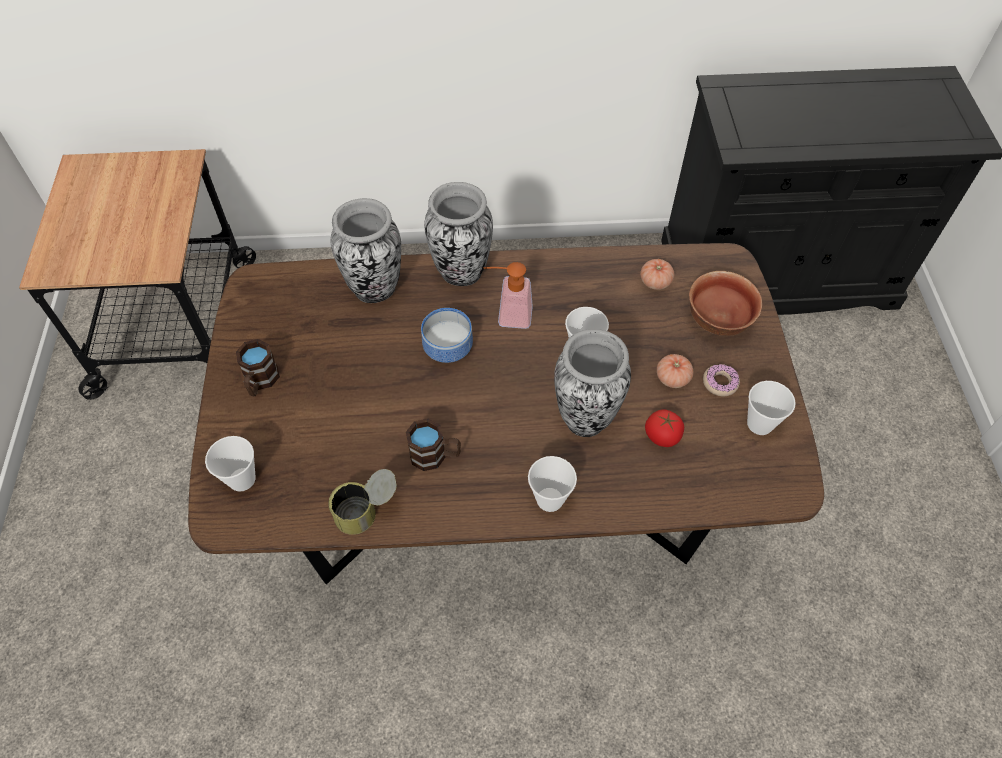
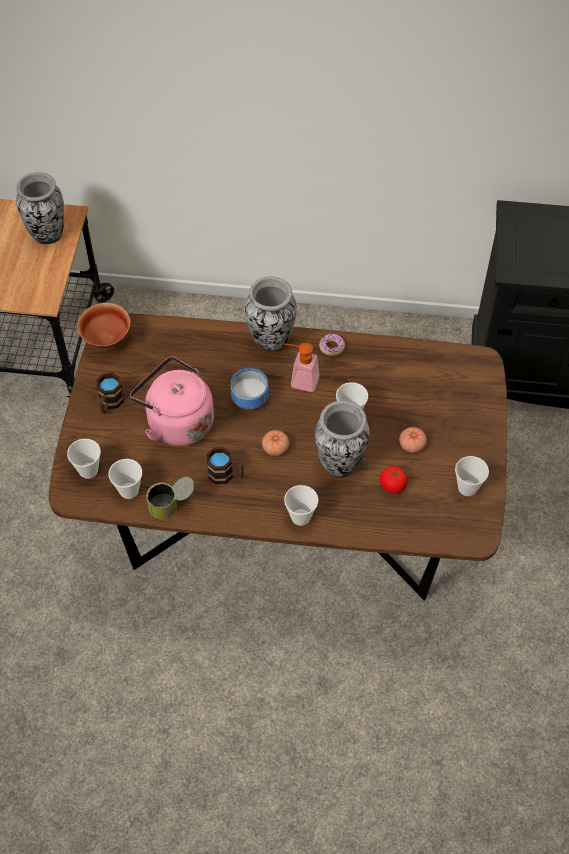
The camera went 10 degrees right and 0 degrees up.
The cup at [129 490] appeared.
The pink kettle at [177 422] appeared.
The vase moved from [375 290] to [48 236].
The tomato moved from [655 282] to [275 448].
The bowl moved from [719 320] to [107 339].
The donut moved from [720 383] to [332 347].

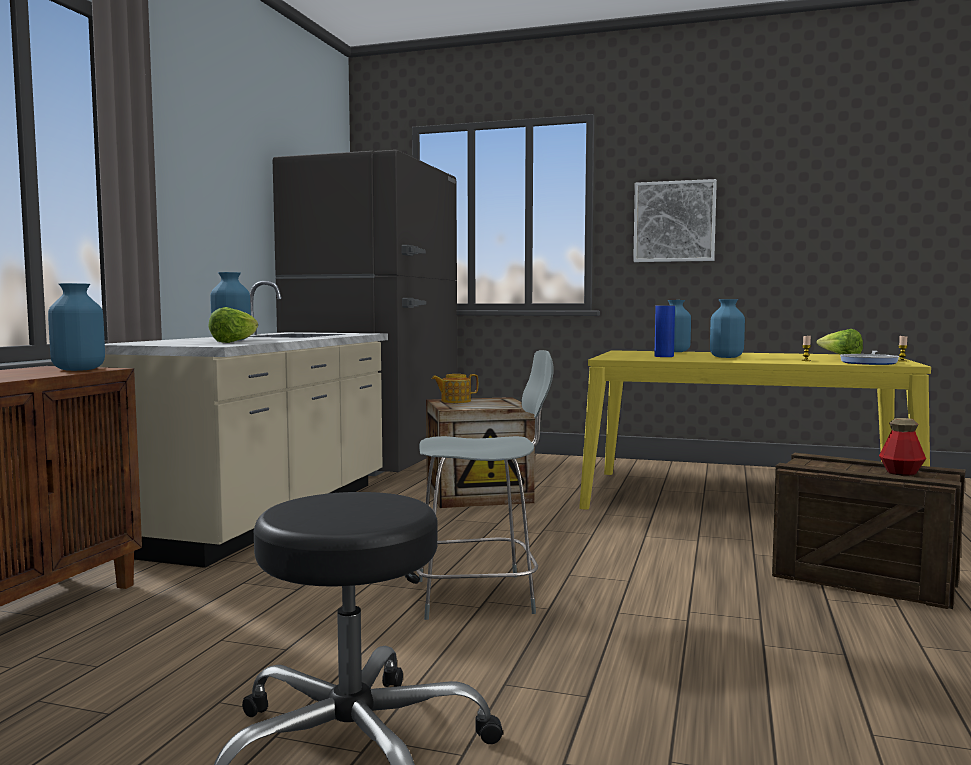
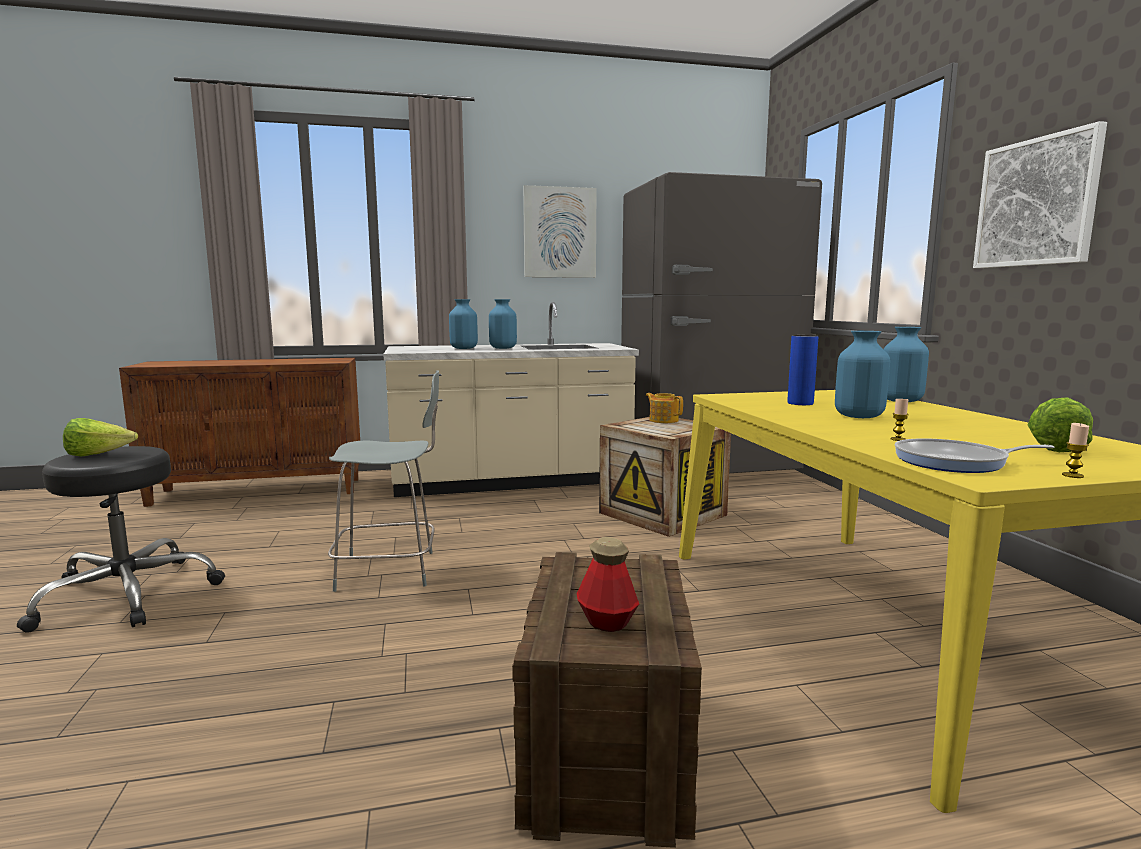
The camera went 60 degrees right and 5 degrees up.
The picture at [559 232] appeared.
The blue vase moved from [79 369] to [503 348].
The lettuce moved from [234 342] to [99 455].
The grey chair at [479 596] turned 60 degrees counterclockwise.

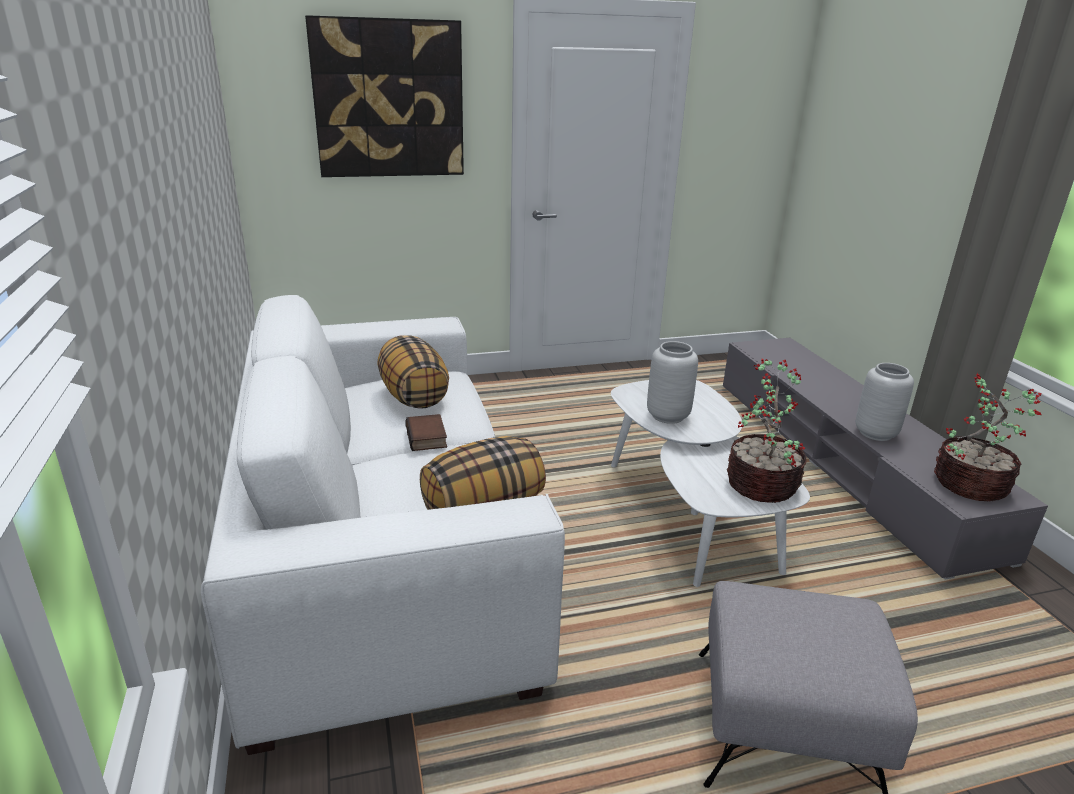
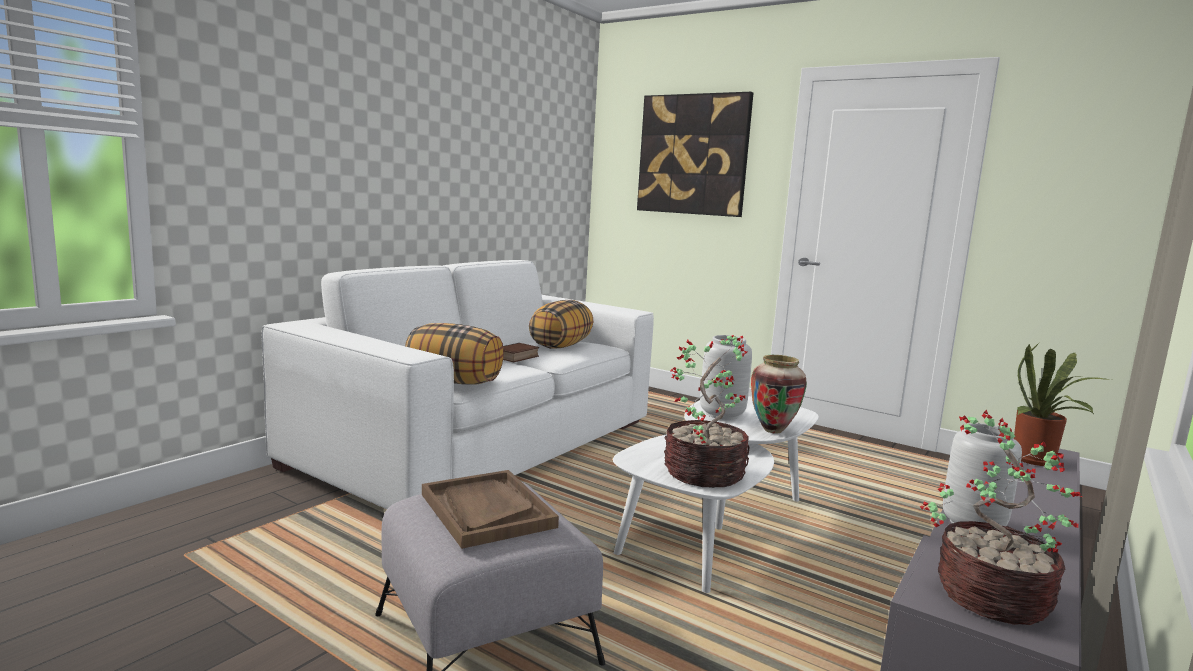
The camera went 50 degrees right and 15 degrees down.
The brown tray at [486 510] appeared.
The vase at [773 430] appeared.
The potted plant at [1038 461] appeared.

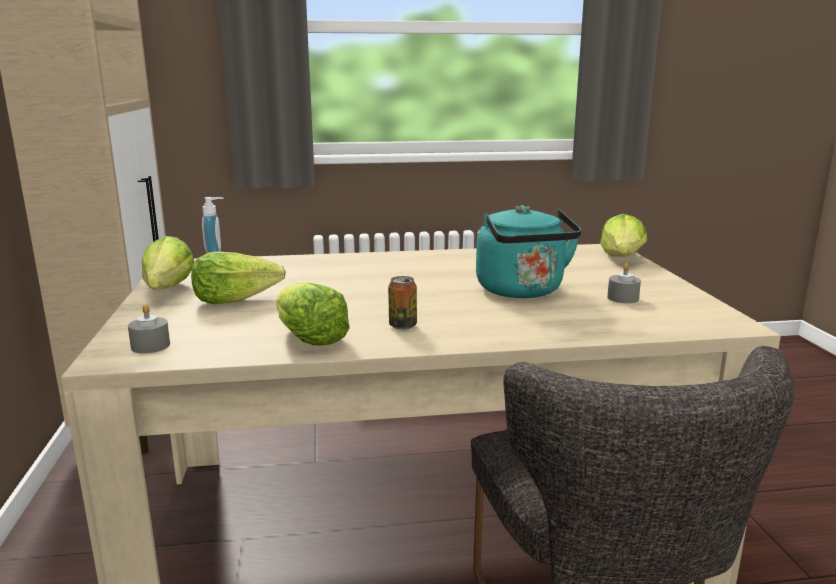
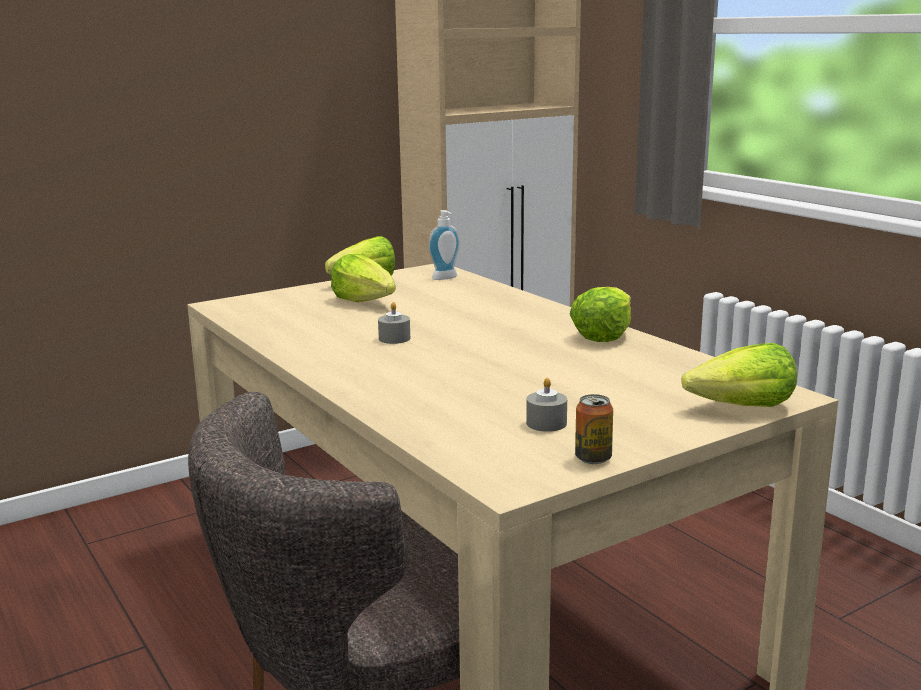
The camera went 65 degrees right and 0 degrees up.
The turquoise kettle at [522 291] disappeared.
The grey candle moved from [150 346] to [394 338].
The lettuce moved from [309 337] to [603 335].
The can moved from [402 326] to [593 458].

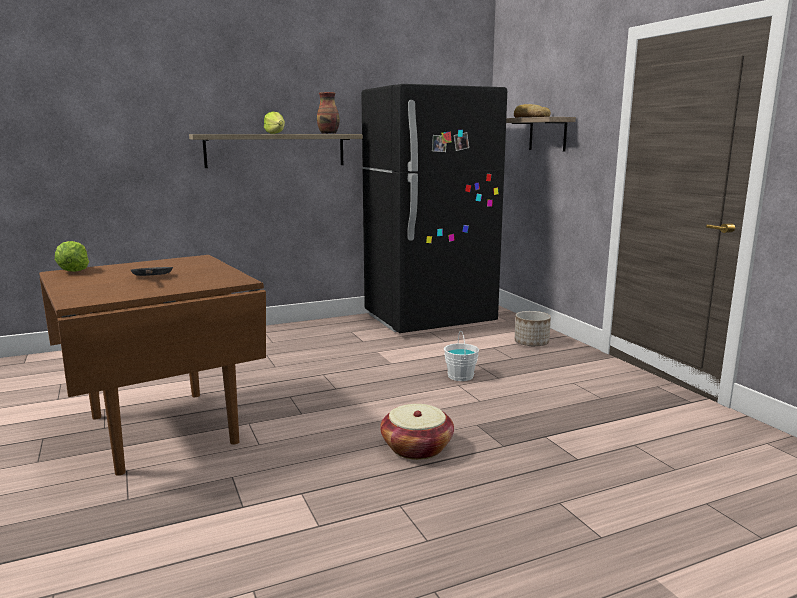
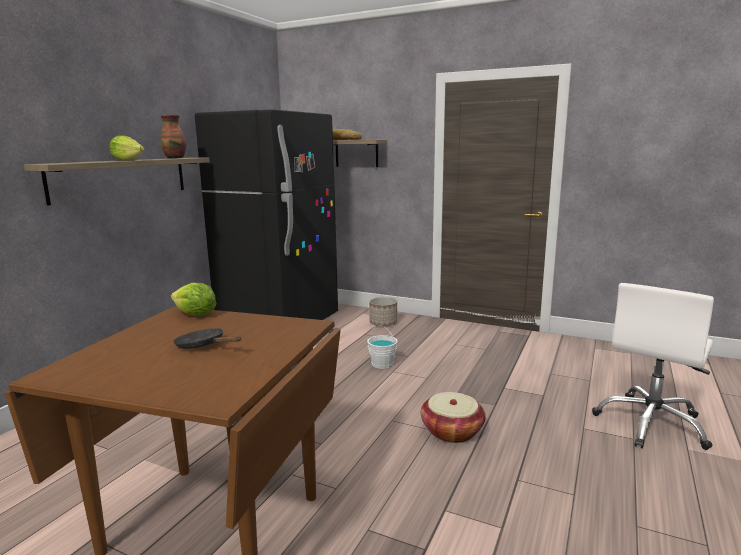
The camera went 40 degrees left and 0 degrees up.
The white office chair at [651 424] appeared.
The lettuce moved from [73 271] to [195 315].

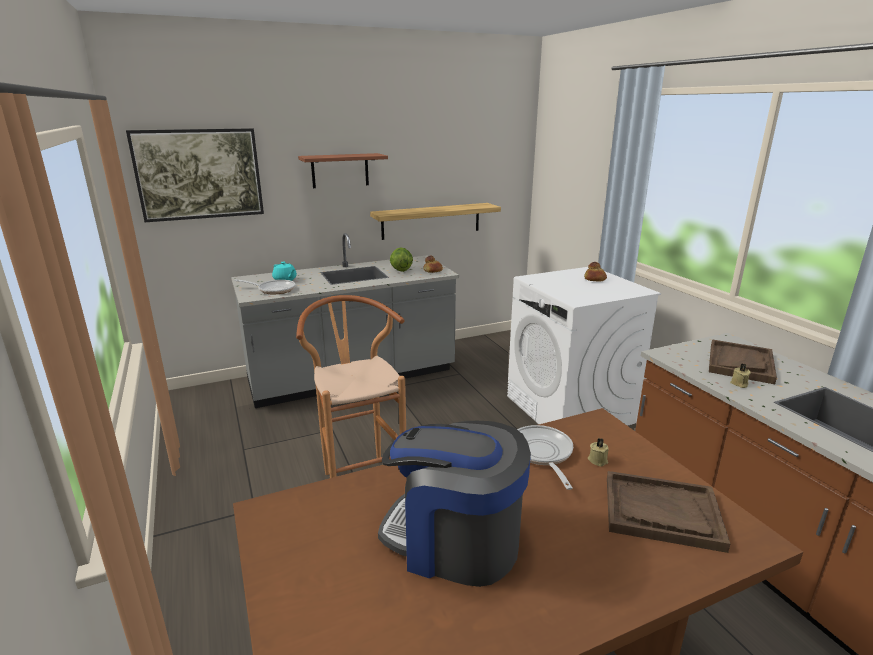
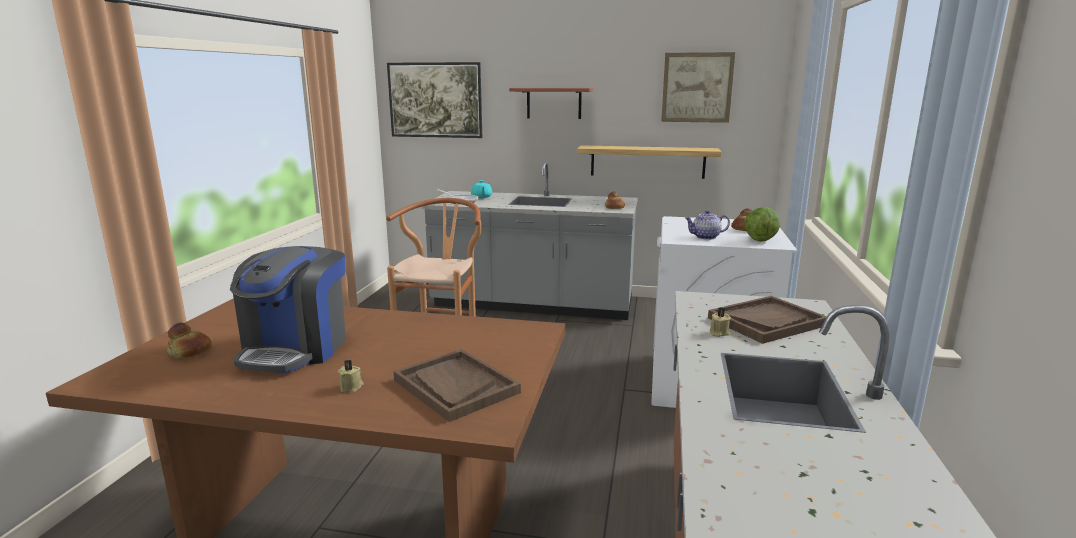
The camera went 35 degrees right and 5 degrees down.
The frying pan at [542 454] disappeared.
The bread at [190 352] appeared.
The picture at [697 87] appeared.
The teapot at [705 237] appeared.
The lettuce moved from [400 270] to [759 240].
The beige candle moved from [598 460] to [352 387].
The coffee machine at [454 541] turned 135 degrees counterclockwise.

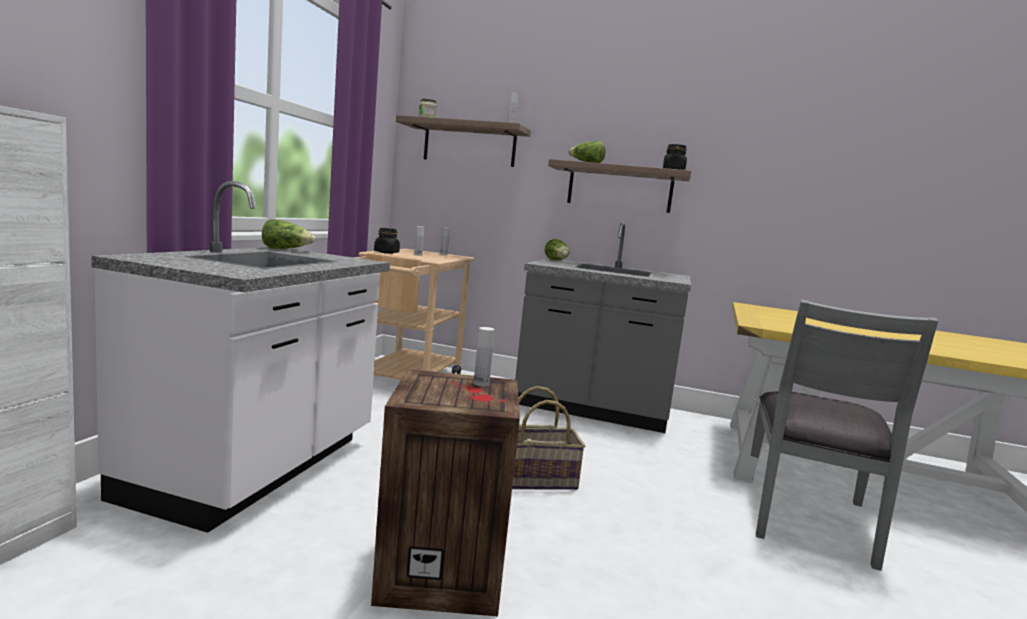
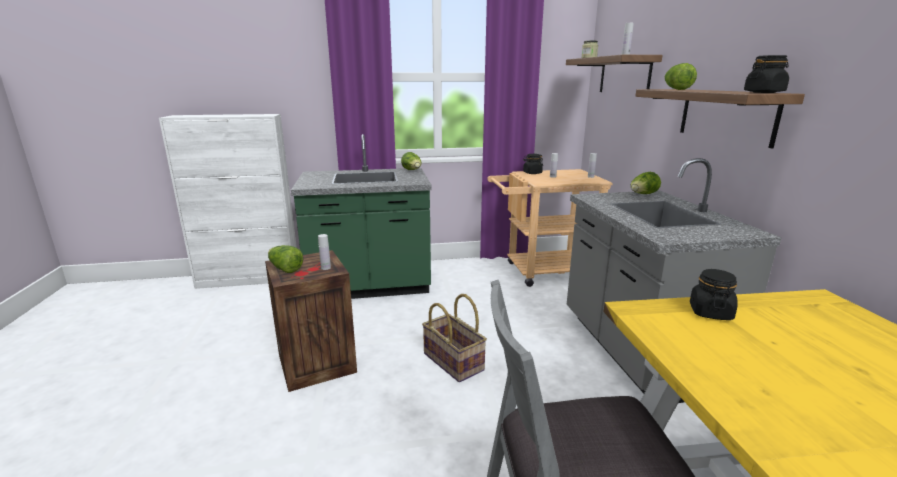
The camera went 65 degrees right and 10 degrees up.
The lettuce at [285 269] appeared.
The black jar at [710 312] appeared.
The white counter at [257 469] became the green counter at [370 287].

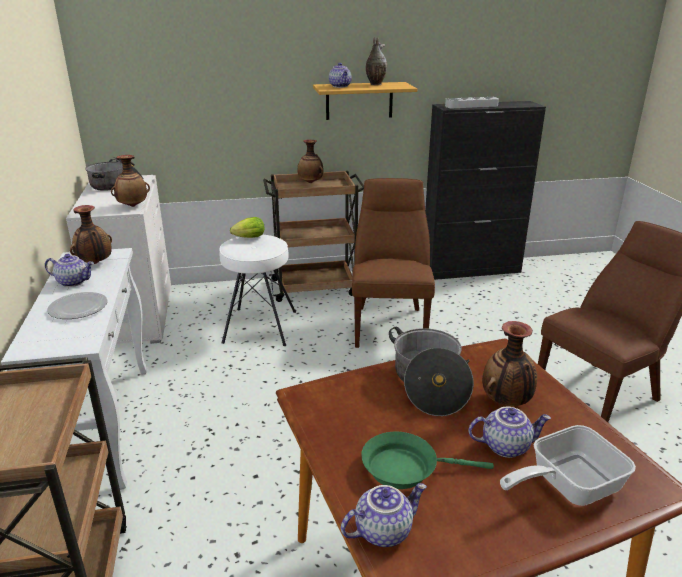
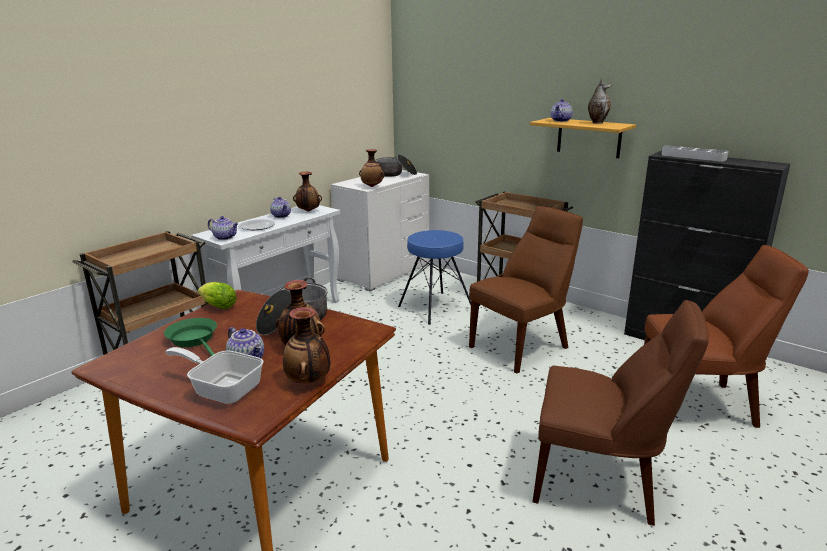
The camera went 50 degrees right and 5 degrees down.
The brown chair at [701 405] appeared.
The lettuce moved from [247 238] to [216 306].
The vase moved from [311 182] to [309 381].
The teapot moved from [383 530] to [225 237].
The white stool at [259 326] became the blue stool at [435 307].

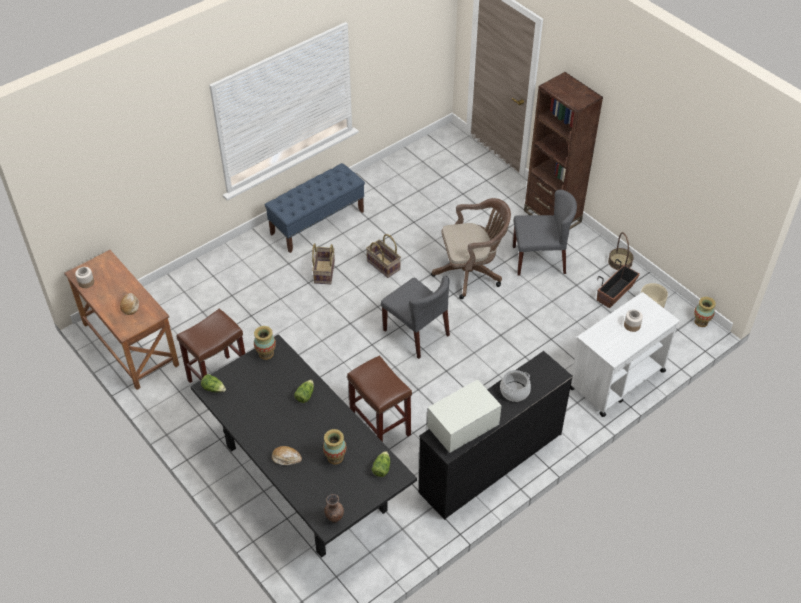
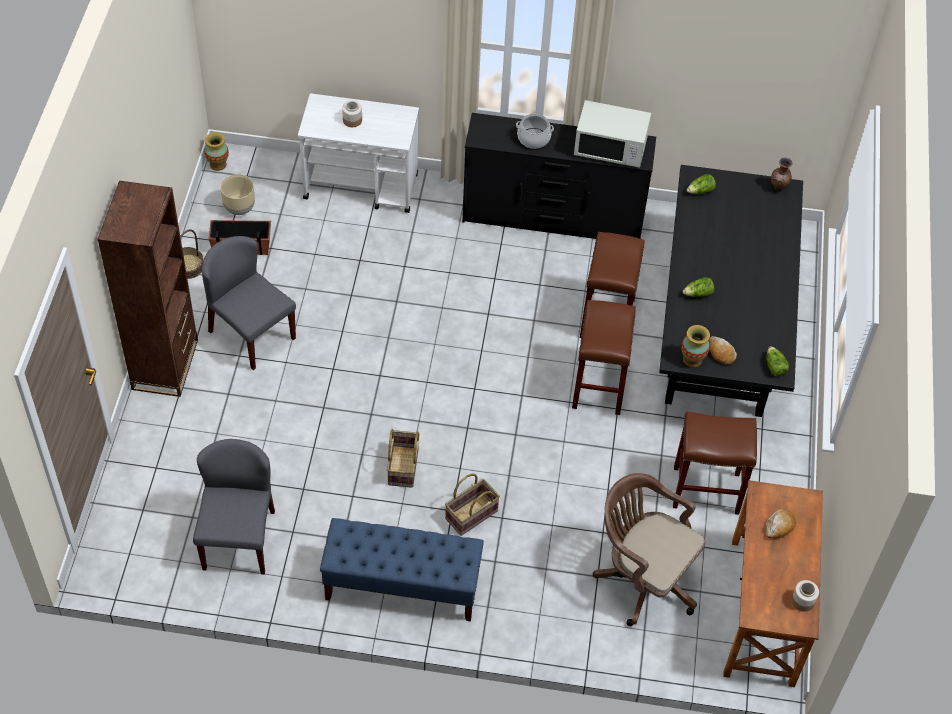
The camera went 135 degrees left and 5 degrees up.
The vase at [335 457] disappeared.
The brown stool at [598 385] appeared.
The bread moved from [286 458] to [720 353].
The grey chair moved from [416 333] to [238 539].
The brown office chair moved from [471 272] to [642 578].

